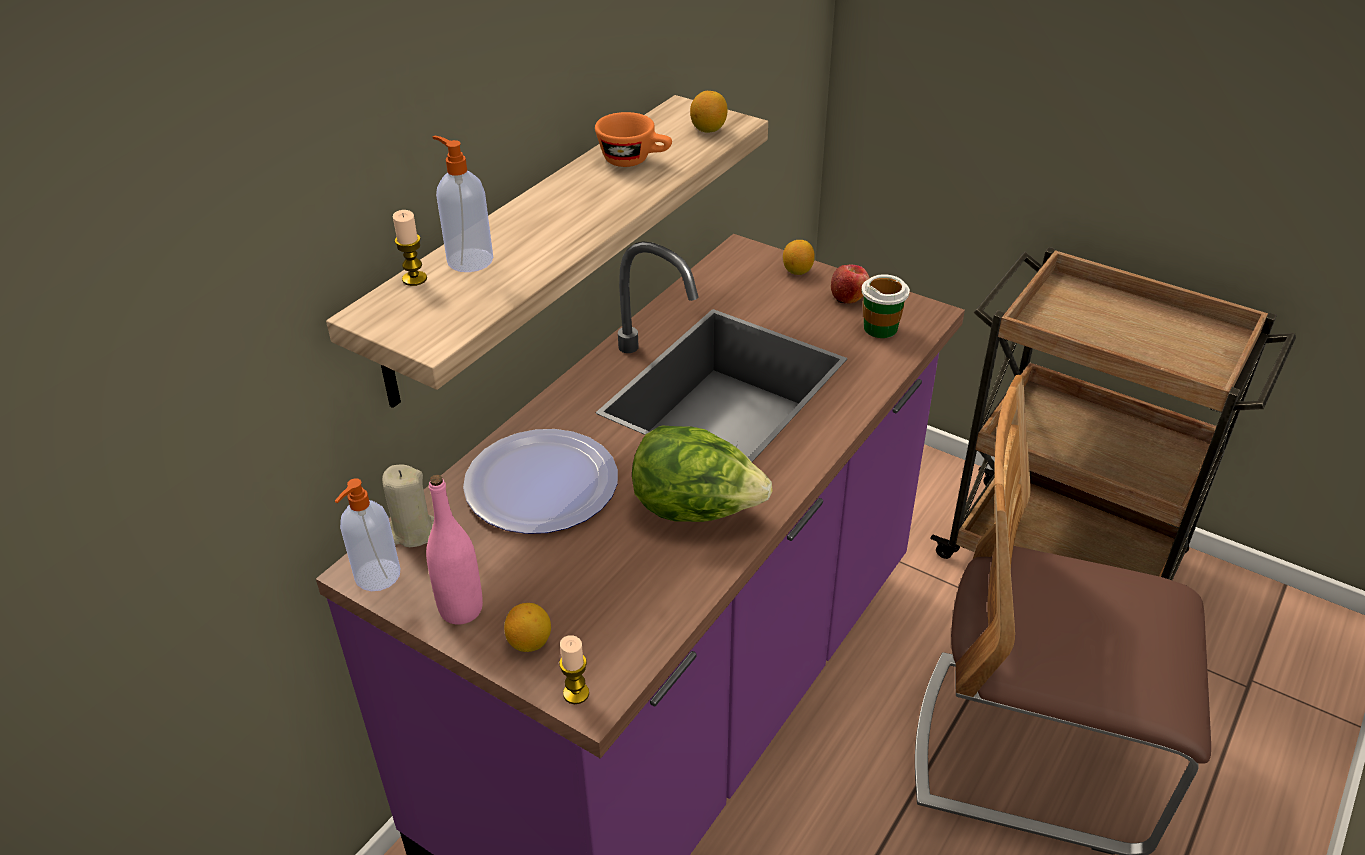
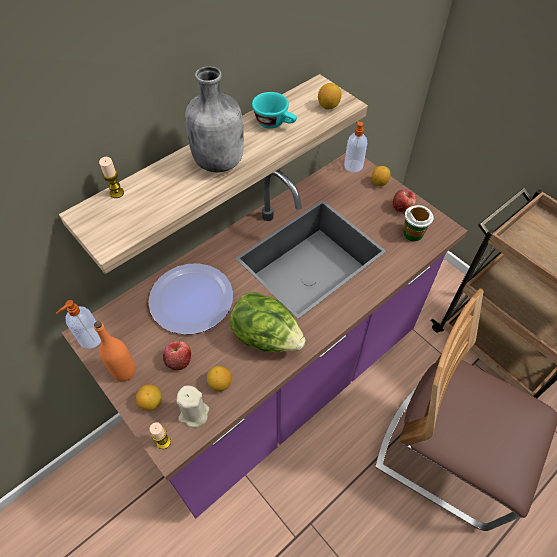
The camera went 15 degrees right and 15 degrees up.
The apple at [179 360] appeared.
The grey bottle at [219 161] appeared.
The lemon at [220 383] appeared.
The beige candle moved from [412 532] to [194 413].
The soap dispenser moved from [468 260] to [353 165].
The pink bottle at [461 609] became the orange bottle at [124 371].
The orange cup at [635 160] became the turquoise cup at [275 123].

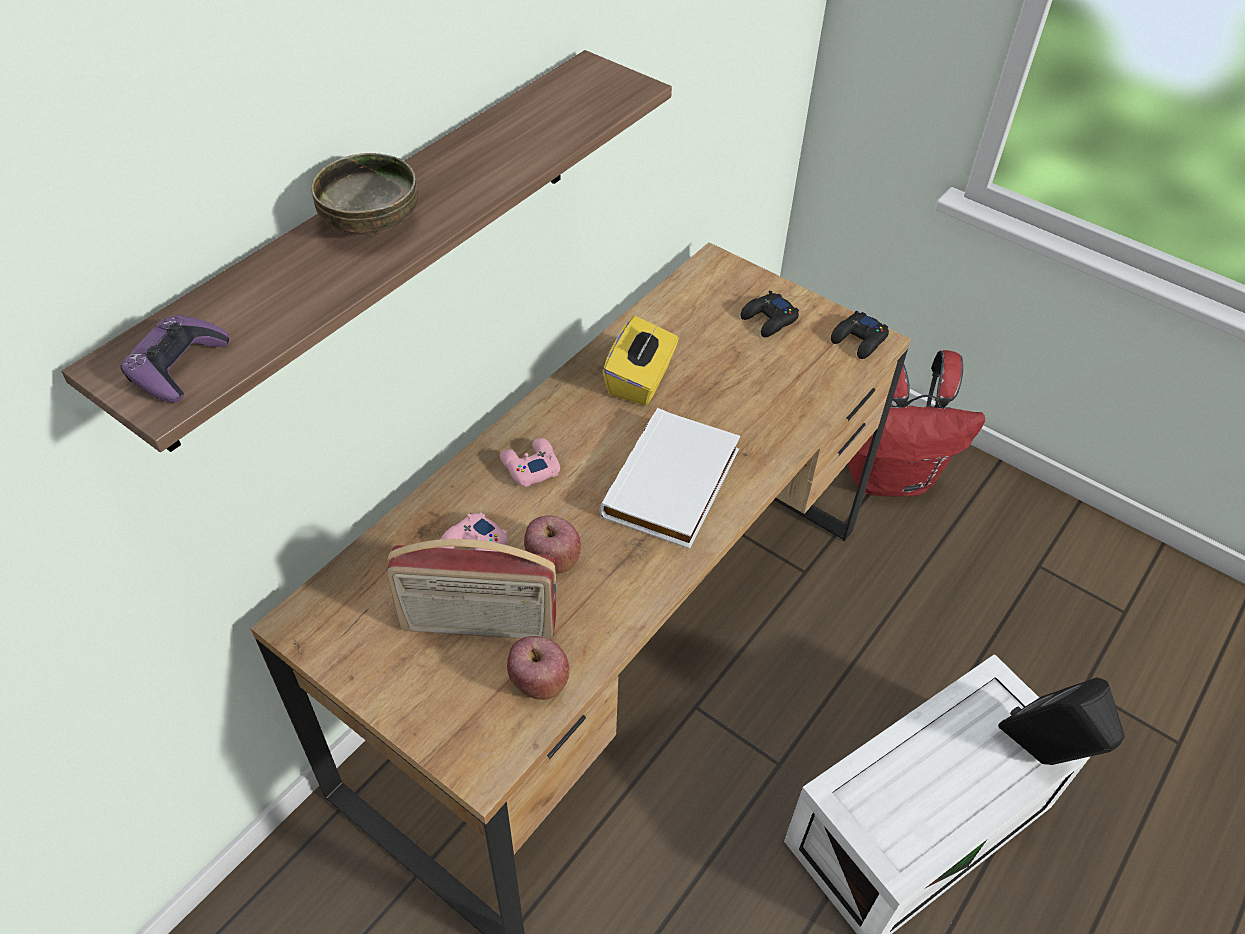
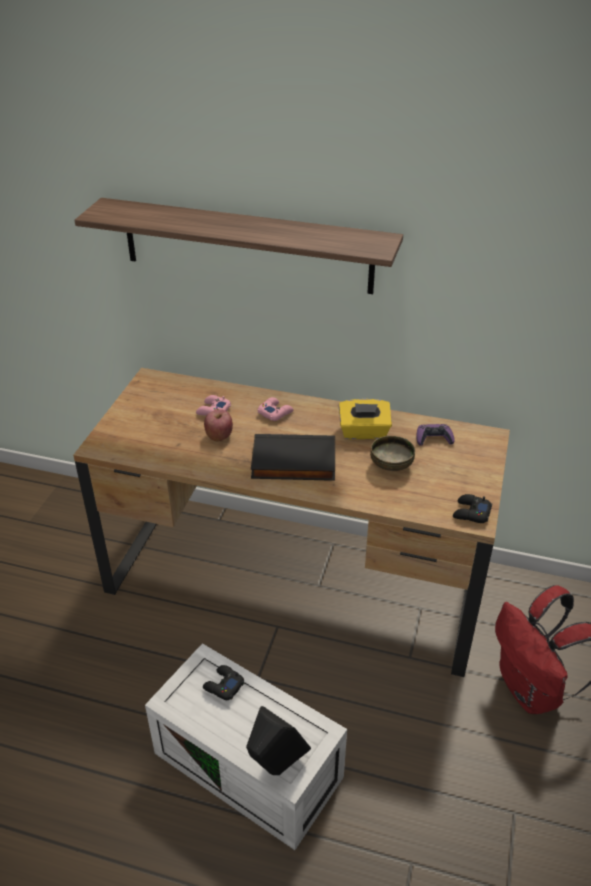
The camera went 70 degrees right and 10 degrees down.
The radio at [478 625] disappeared.
The apple at [539 682] disappeared.
The purple game controller moved from [178 366] to [434 438].
The bowl moved from [372 225] to [391 466].
The black game controller moved from [769 320] to [223 686].
The white book at [674 485] became the black book at [293 463].

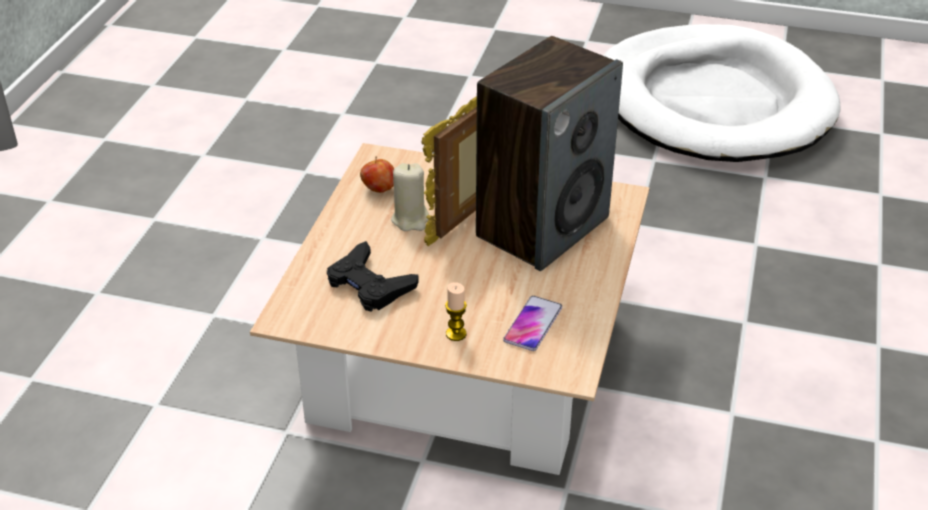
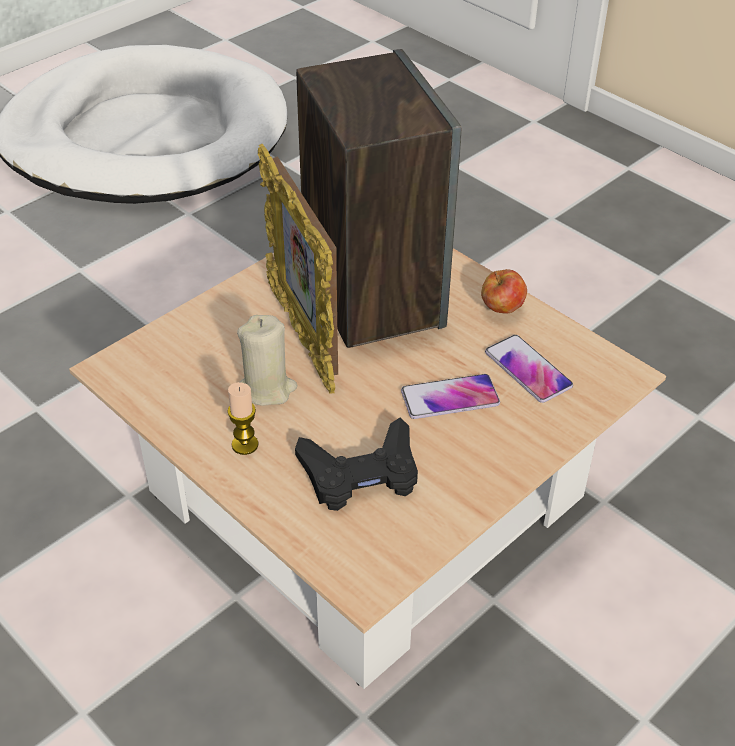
The camera went 60 degrees left and 5 degrees up.
The phone at [450 398] appeared.
The apple moved from [379 189] to [502 309].
The candle moved from [456 334] to [245 444].

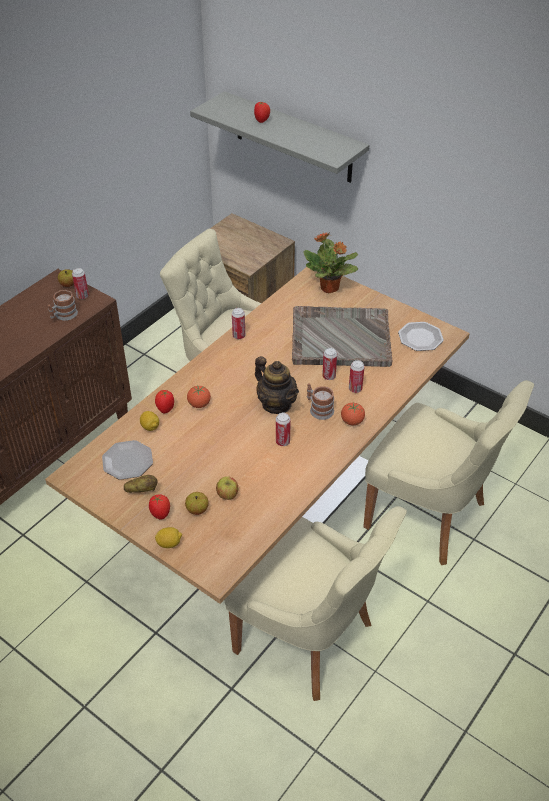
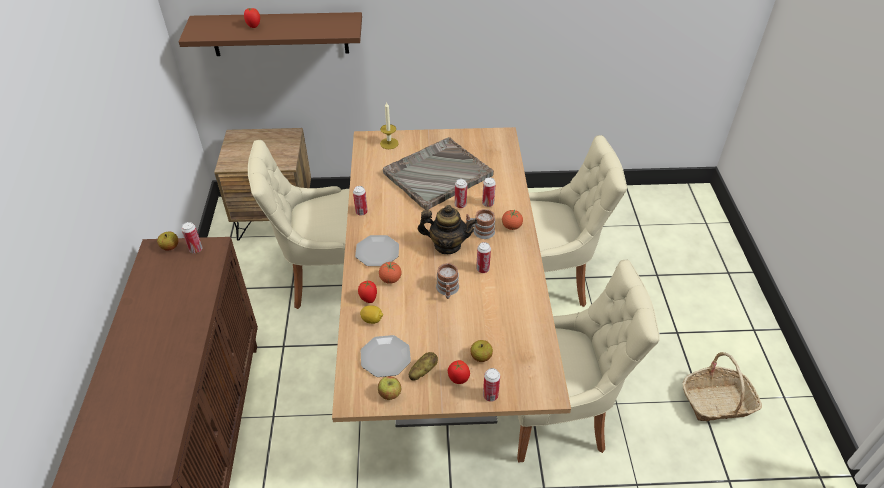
The camera went 40 degrees left and 0 degrees up.
The basket at [717 402] appeared.
The mug moved from [63 316] to [447 290].
The apple moved from [227 495] to [390 394].
The plate moved from [420 337] to [377 252].
The lemon at [169 543] was replaced by the can at [490 395].
The potted plant at [330 288] was replaced by the candle at [389 143].
The grey shelf at [293 138] became the brown shelf at [279 34].

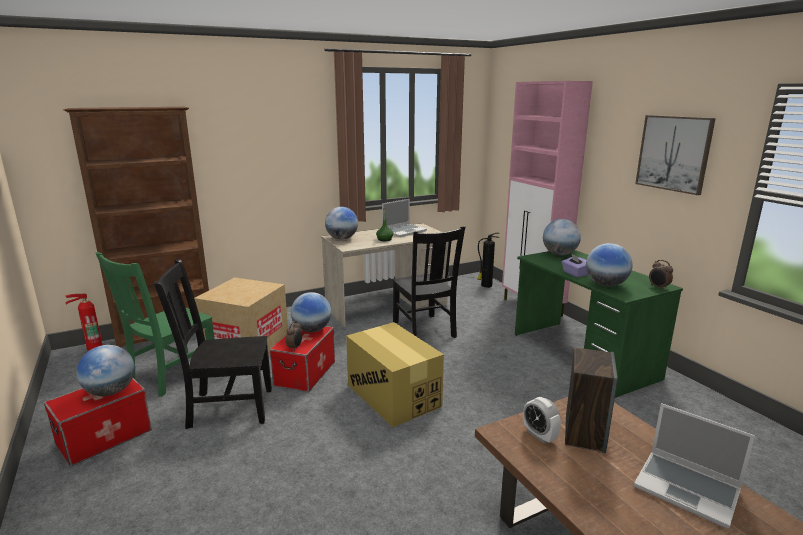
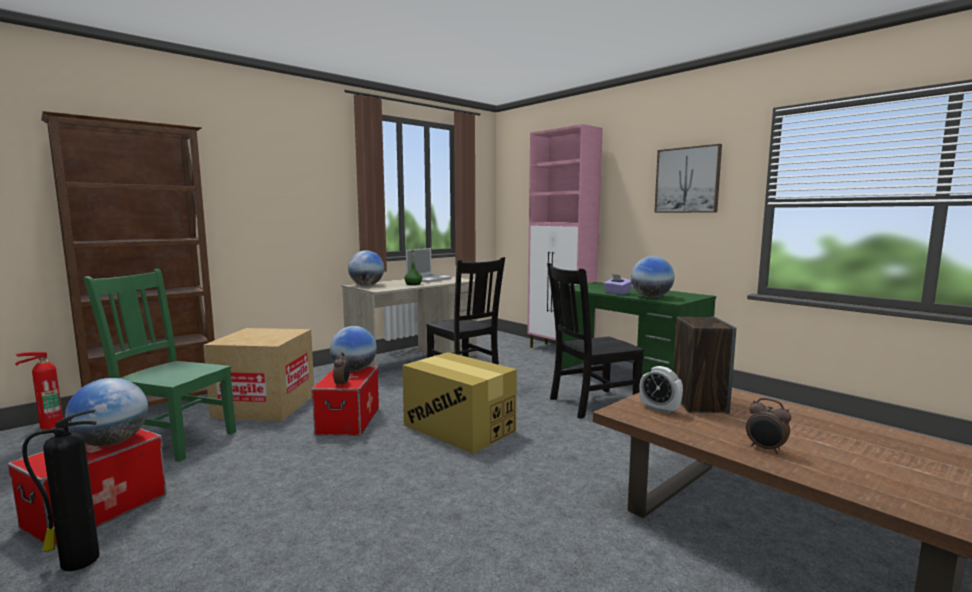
The camera went 15 degrees left and 10 degrees down.
The globe at [559 254] disappeared.
The laptop at [688 489] disappeared.
The black chair moved from [227 407] to [591 403].
The fire extinguisher moved from [485 285] to [77 562].
The alarm clock moved from [658 287] to [765 449].
The green chair at [171 374] turned 90 degrees clockwise.

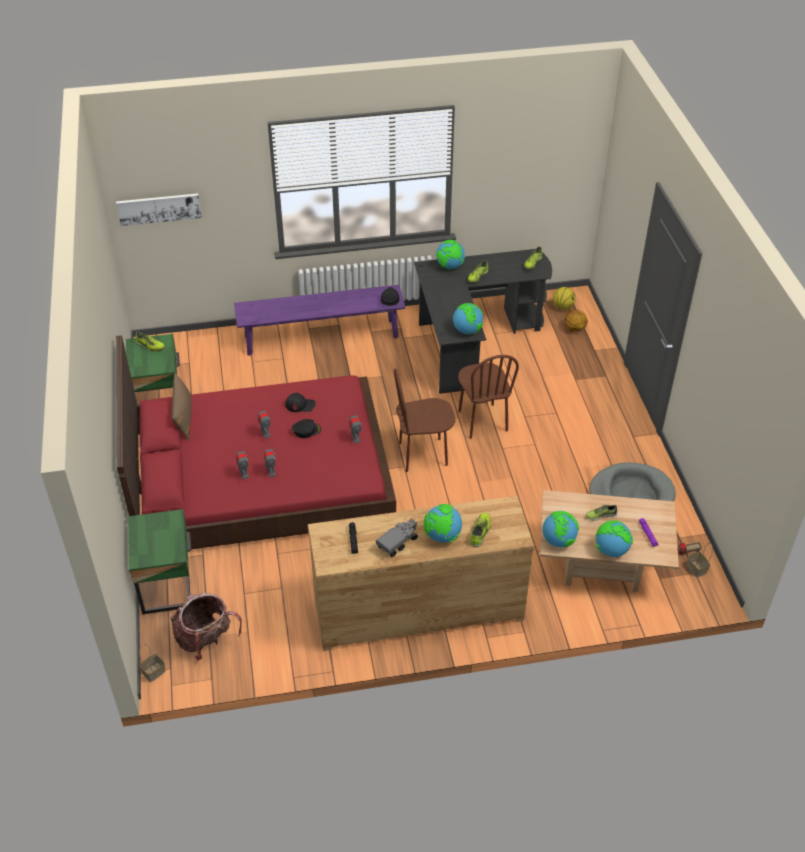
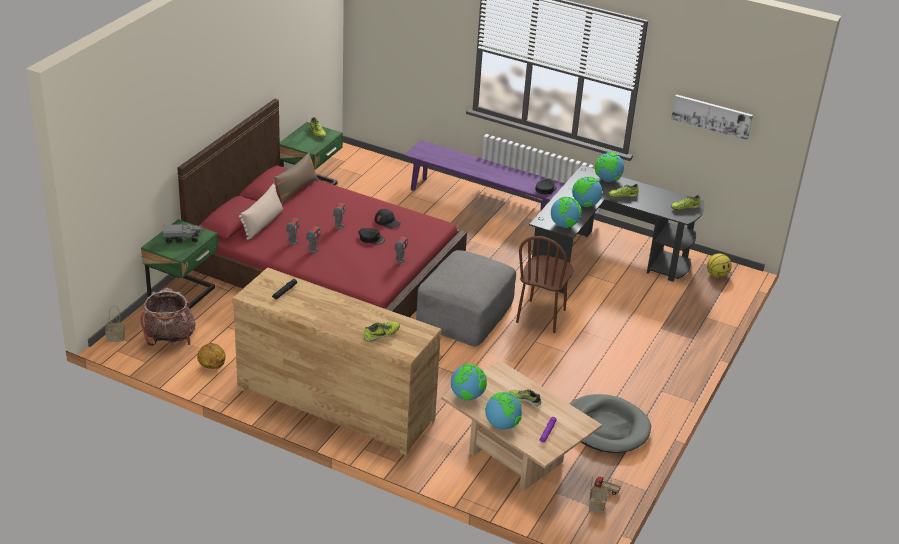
The camera went 35 degrees right and 10 degrees down.
The beige pillow at [263 223] appeared.
The picture moved from [159 208] to [712 116].
The toy truck moved from [397 543] to [182 239].
The globe moved from [442 536] to [585 205].
The basketball moved from [574 329] to [211 366].
The brown chair at [423 454] was replaced by the grey ottoman at [464 313].

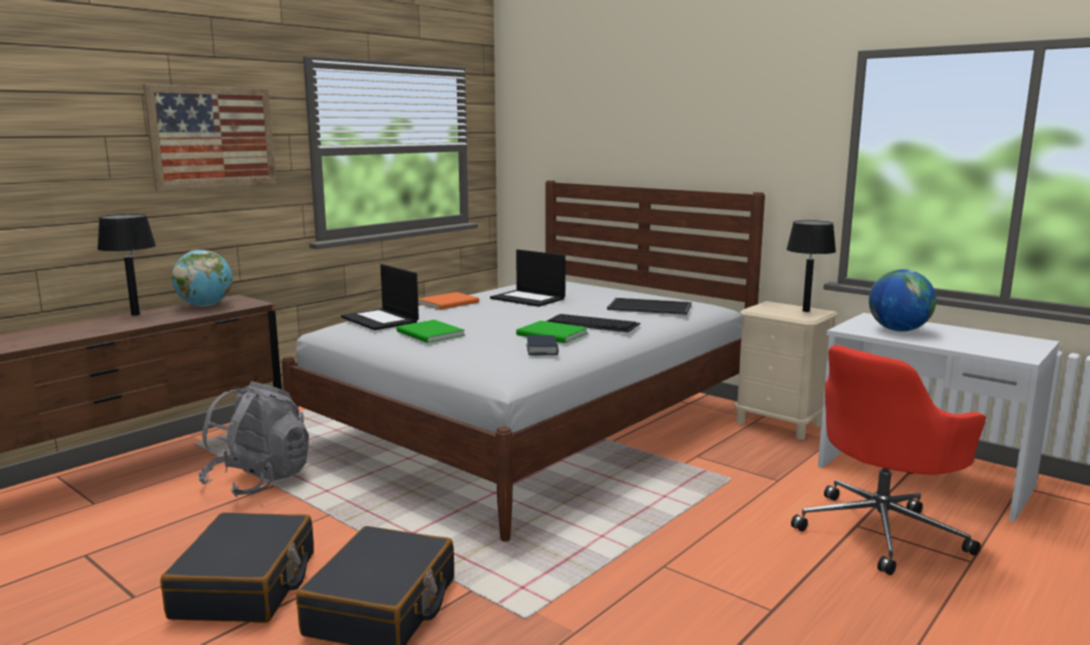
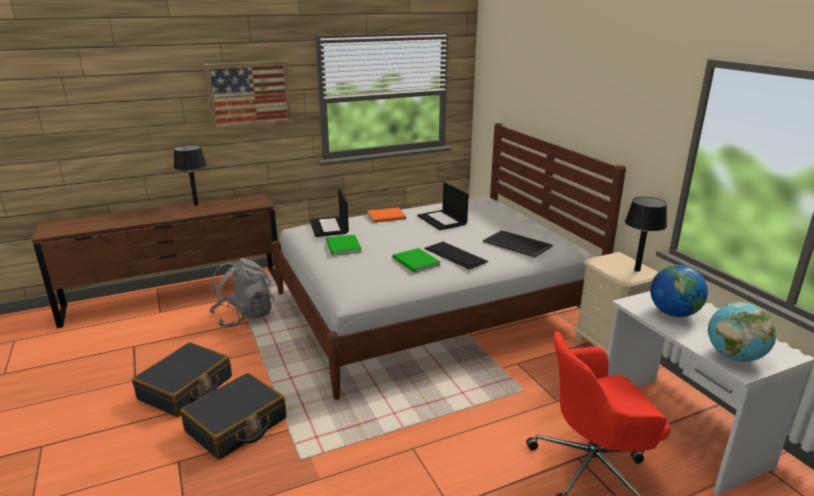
The camera went 25 degrees right and 10 degrees up.
The book at [542 350] disappeared.
The globe moved from [205 305] to [734 357].

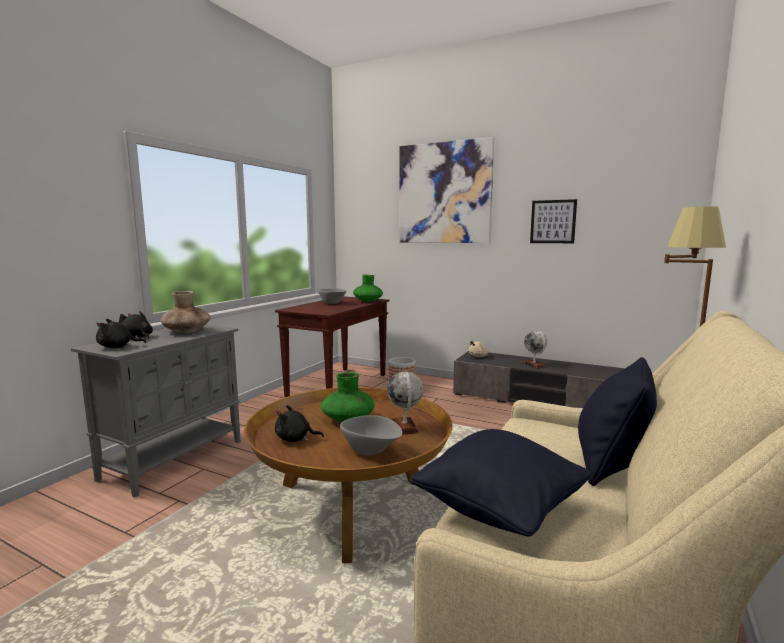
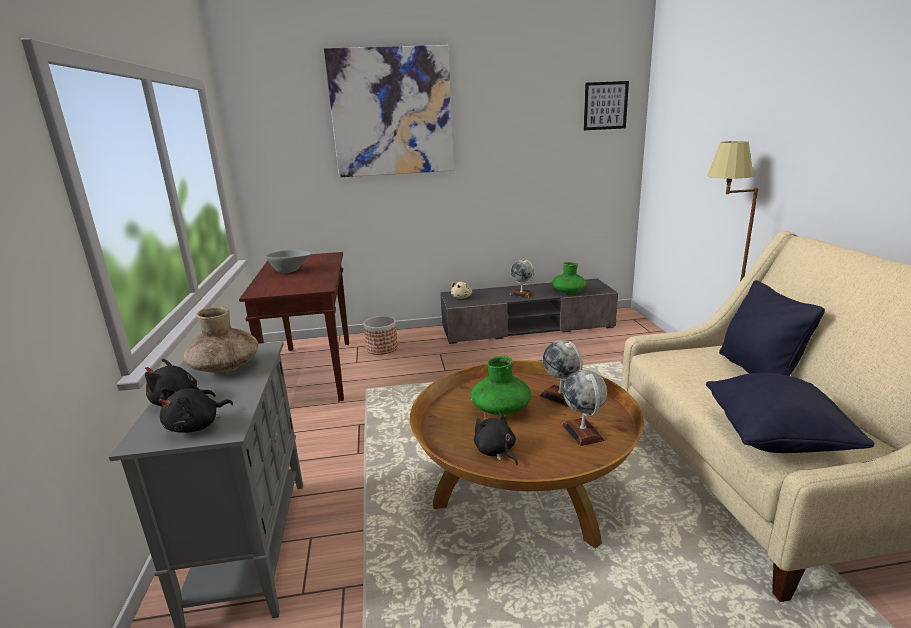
The camera went 35 degrees left and 10 degrees up.
The green vase moved from [368 301] to [568 292].
The picture moved from [553 221] to [605 106].
The grey bowl at [372 452] was replaced by the globe at [582 432].
The black plush toy at [295 439] turned 90 degrees clockwise.

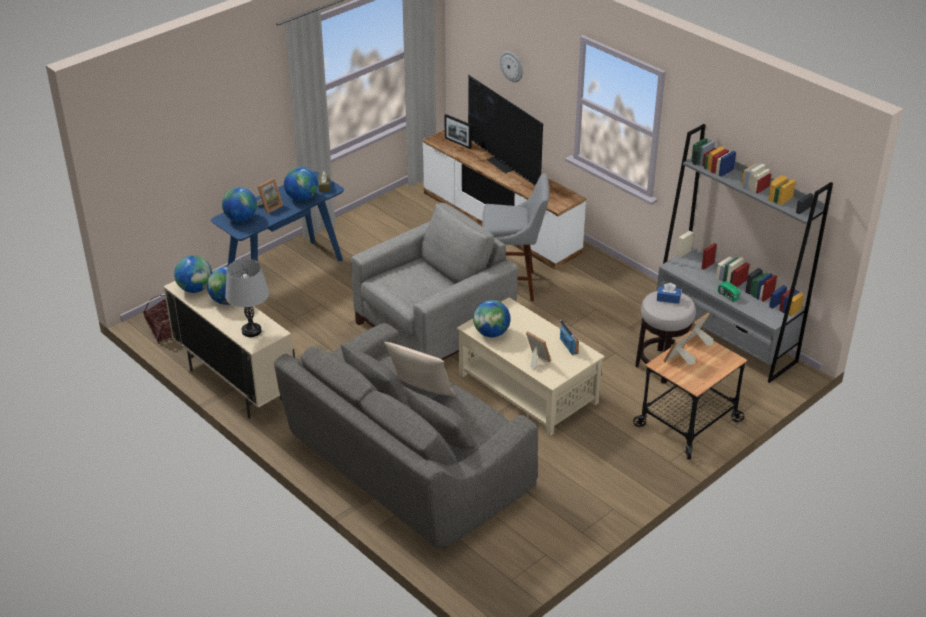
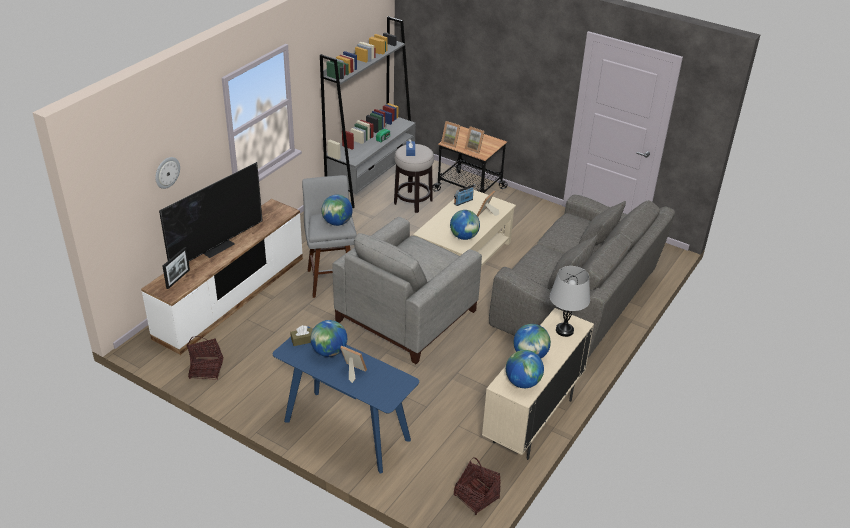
The camera went 105 degrees left and 0 degrees up.
The beige pillow at [420 393] disappeared.
The basket at [206 369] appeared.
The globe moved from [241 219] to [337 222].
The grey armchair at [433 328] turned 90 degrees counterclockwise.

